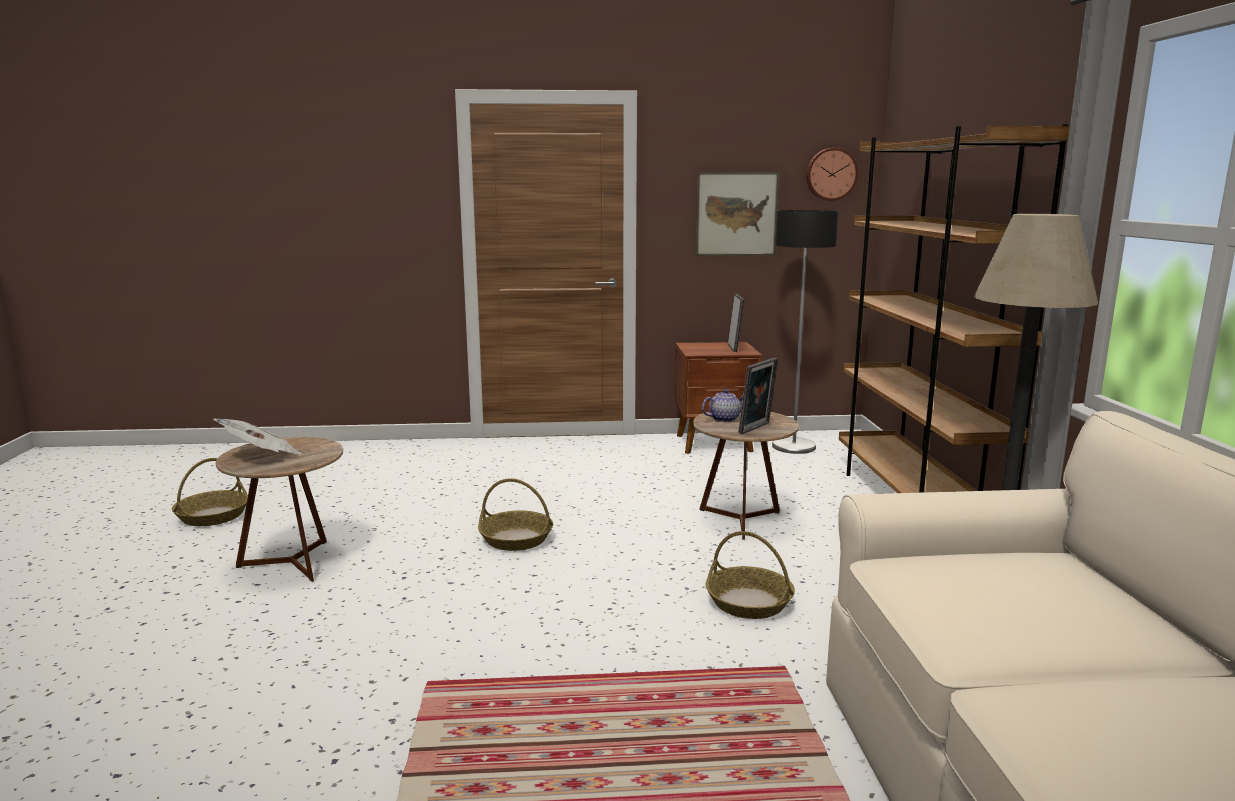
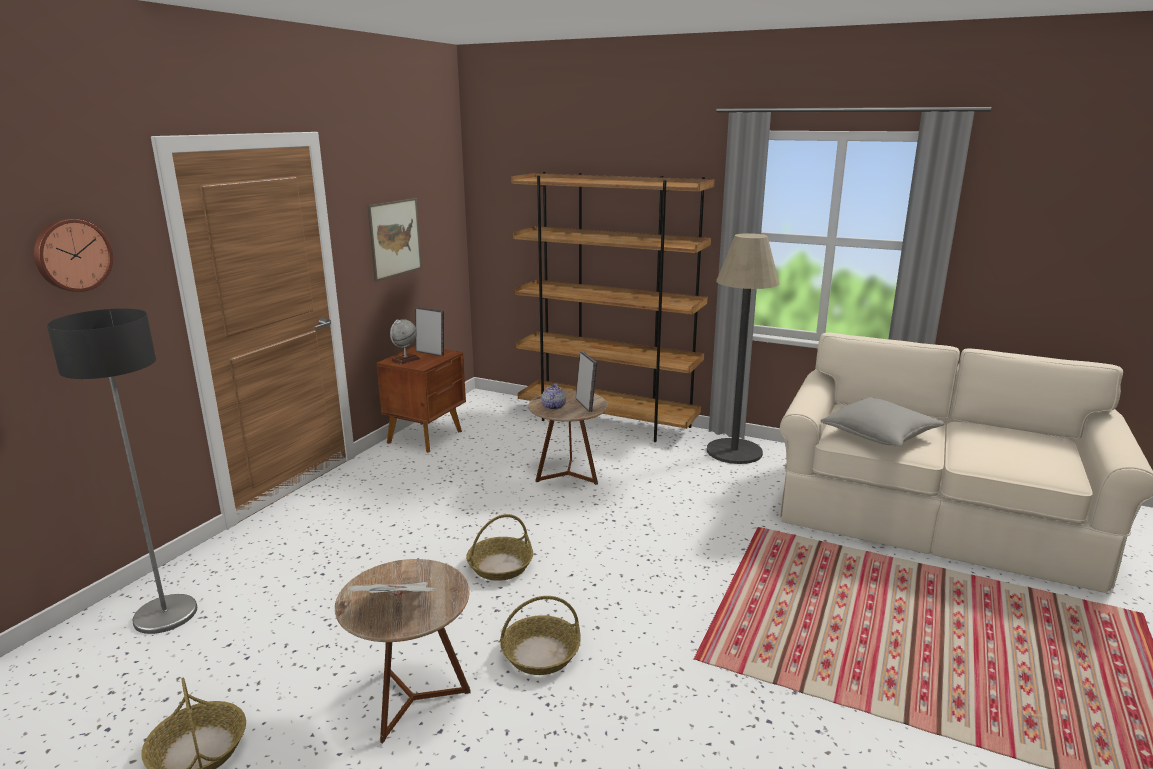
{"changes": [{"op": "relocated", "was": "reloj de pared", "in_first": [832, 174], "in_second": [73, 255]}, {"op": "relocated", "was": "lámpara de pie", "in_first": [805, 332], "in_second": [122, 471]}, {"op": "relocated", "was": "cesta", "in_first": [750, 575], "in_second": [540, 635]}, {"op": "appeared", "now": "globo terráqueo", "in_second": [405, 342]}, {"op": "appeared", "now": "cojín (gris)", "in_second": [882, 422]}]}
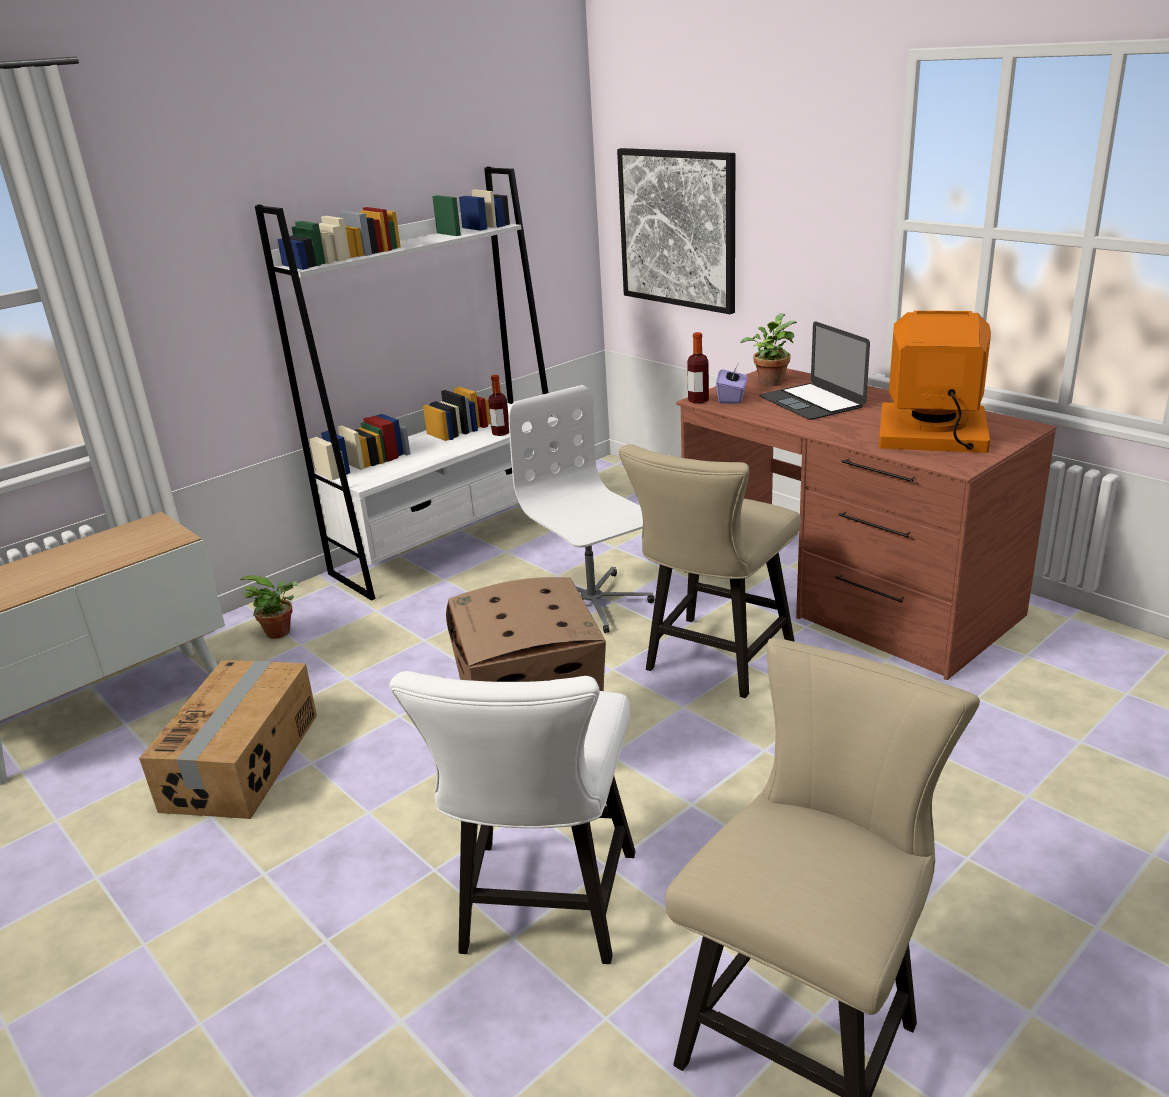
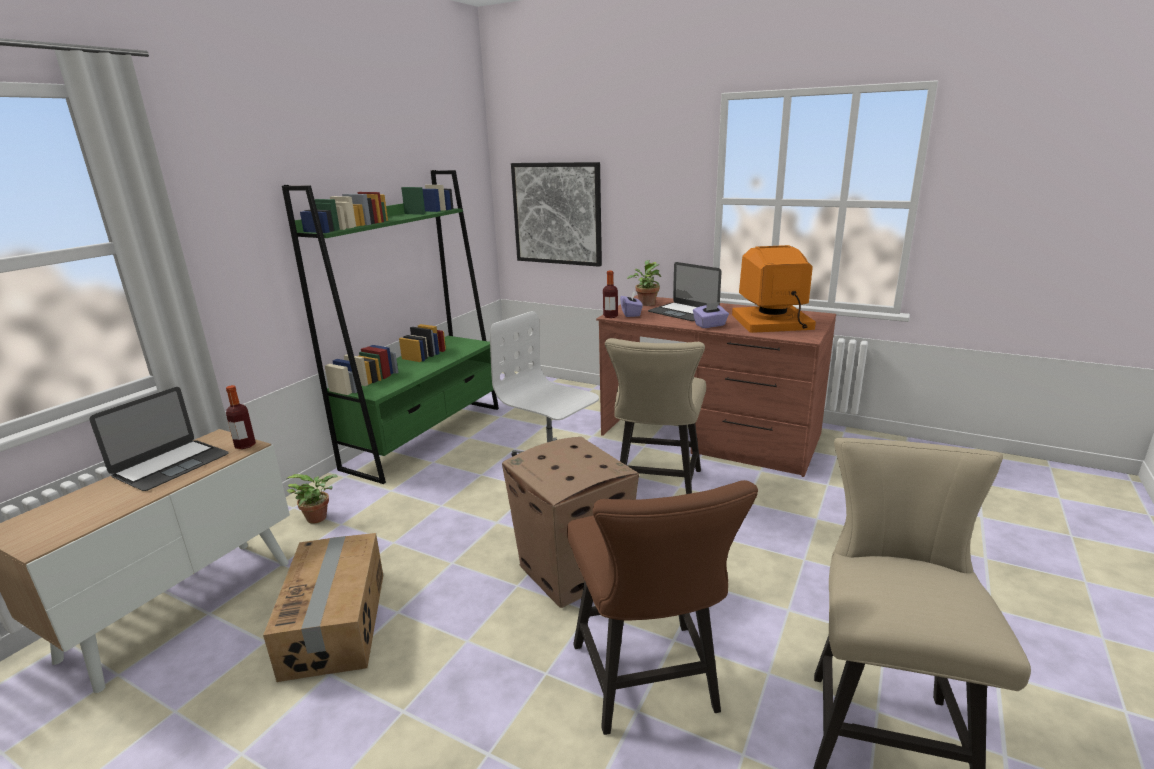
{"changes": [{"op": "colour", "was": "estantería (blanco)", "now": "estantería (verde)", "in_first": [407, 384], "in_second": [390, 327]}, {"op": "relocated", "was": "botella", "in_first": [498, 405], "in_second": [241, 417]}, {"op": "colour", "was": "silla (blanco)", "now": "silla (marrón)", "in_first": [512, 817], "in_second": [662, 607]}, {"op": "appeared", "now": "caja de pañuelos (morado)", "in_second": [711, 315]}, {"op": "appeared", "now": "portátil", "in_second": [159, 439]}]}
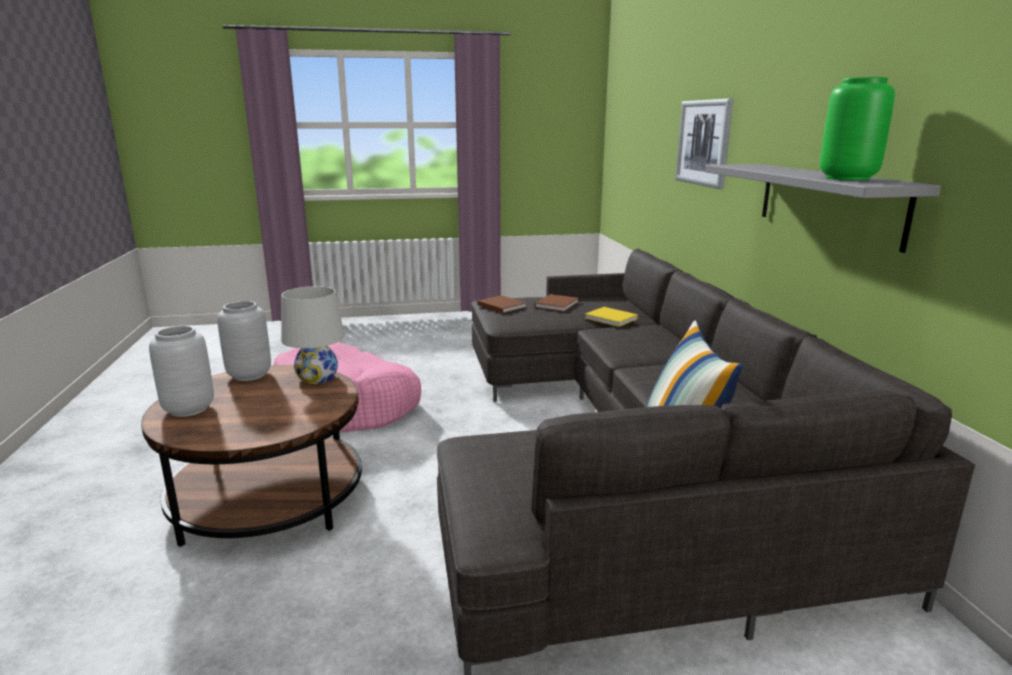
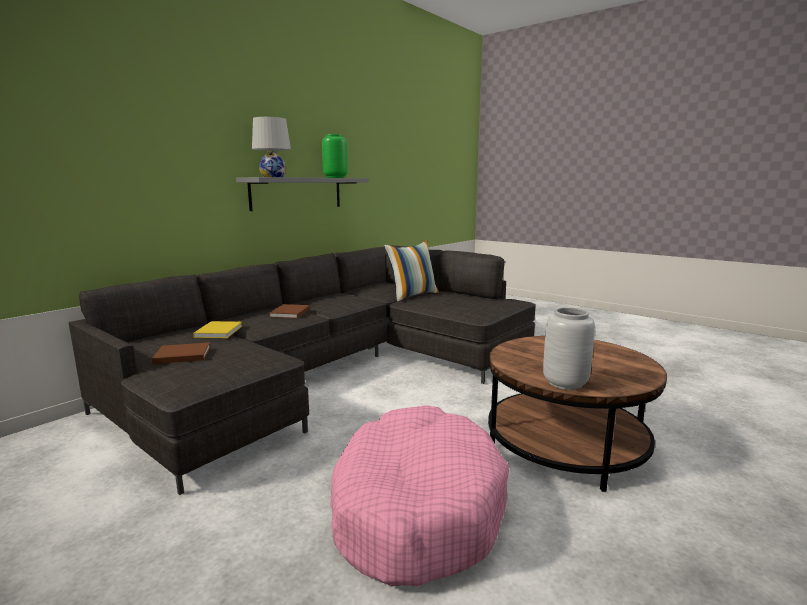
{"changes": [{"op": "missing", "was": "cuadro", "in_first": [704, 143]}, {"op": "relocated", "was": "lámpara de mesa (blanco)", "in_first": [313, 335], "in_second": [271, 147]}, {"op": "relocated", "was": "libro (marrón)", "in_first": [502, 304], "in_second": [290, 311]}, {"op": "missing", "was": "florero (gris)", "in_first": [181, 371]}]}
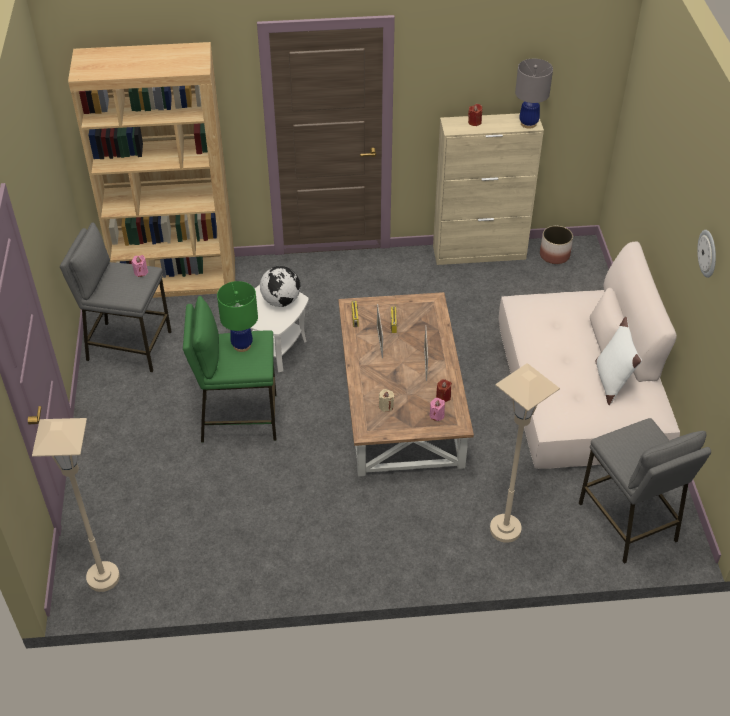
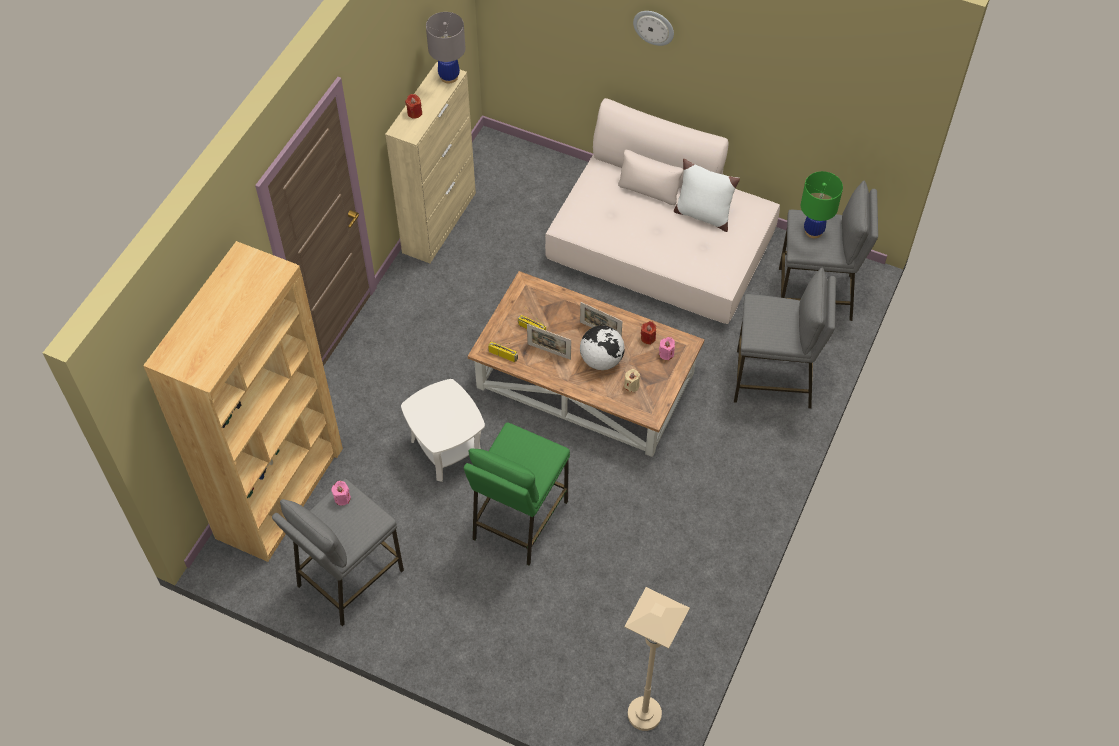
{"changes": [{"op": "missing", "was": "maceta", "in_first": [556, 245]}, {"op": "relocated", "was": "reloj de pared", "in_first": [706, 254], "in_second": [653, 28]}, {"op": "relocated", "was": "globo terráqueo", "in_first": [280, 286], "in_second": [602, 347]}, {"op": "relocated", "was": "lámpara de mesa (verde)", "in_first": [237, 316], "in_second": [822, 204]}, {"op": "exchanged", "was": "lámpara de pie (beis)", "now": "taburete (gris)", "in_first": [525, 453], "in_second": [785, 338]}]}
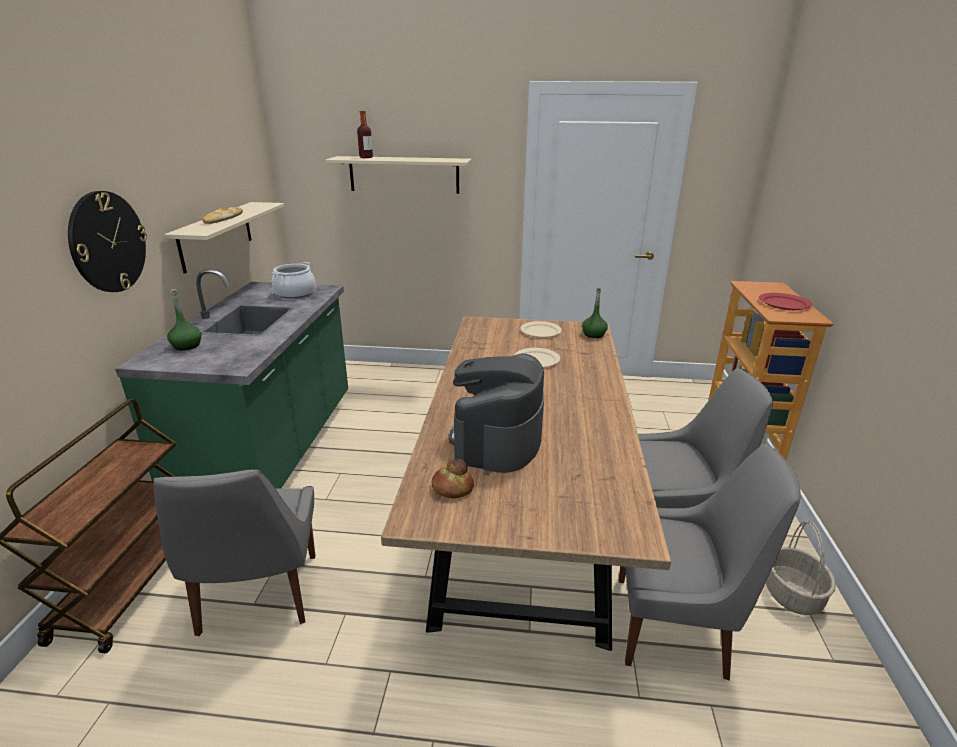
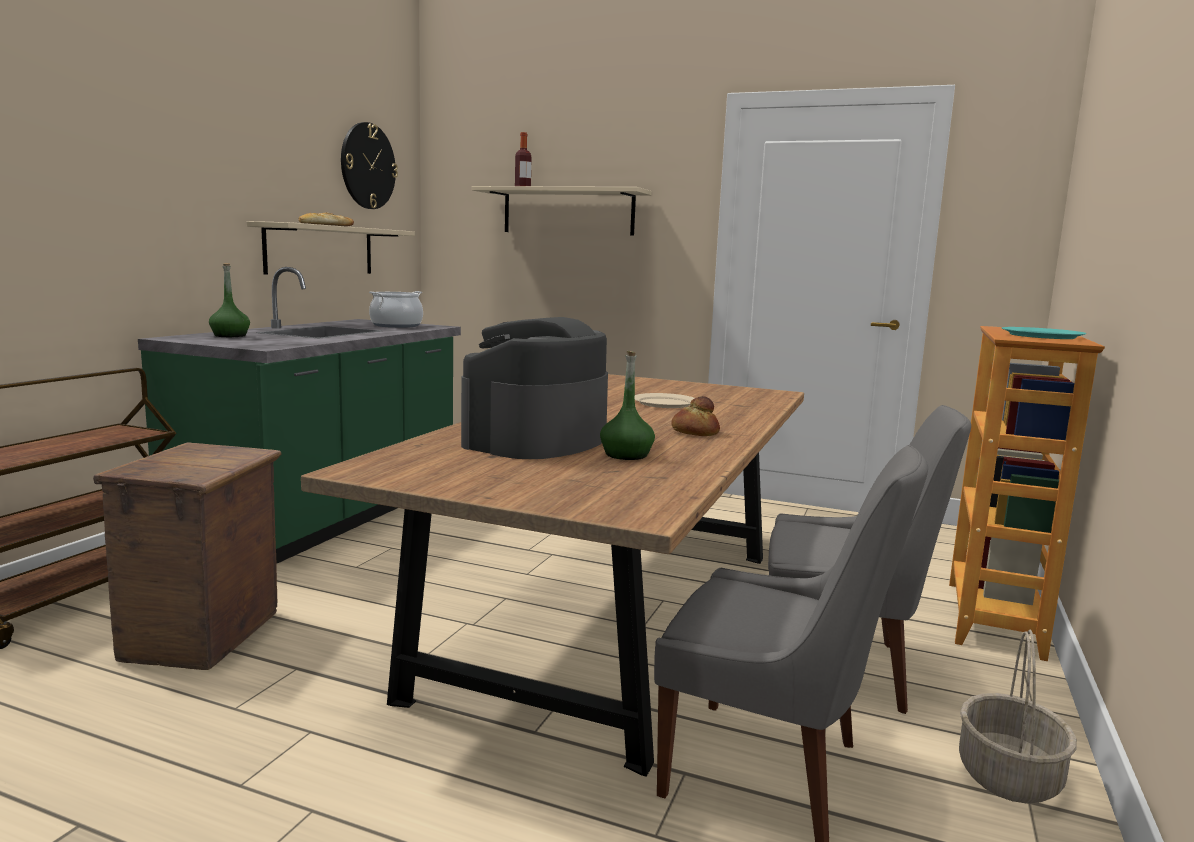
{"changes": [{"op": "relocated", "was": "reloj de pared", "in_first": [107, 241], "in_second": [369, 165]}, {"op": "relocated", "was": "botella (verde)", "in_first": [595, 313], "in_second": [627, 405]}, {"op": "colour", "was": "plato (rojo)", "now": "plato (turquesa)", "in_first": [786, 301], "in_second": [1044, 333]}, {"op": "missing", "was": "plato (beis)", "in_first": [541, 329]}, {"op": "relocated", "was": "pan", "in_first": [453, 478], "in_second": [695, 416]}, {"op": "exchanged", "was": "silla (gris)", "now": "caja de embalaje", "in_first": [234, 553], "in_second": [187, 556]}]}
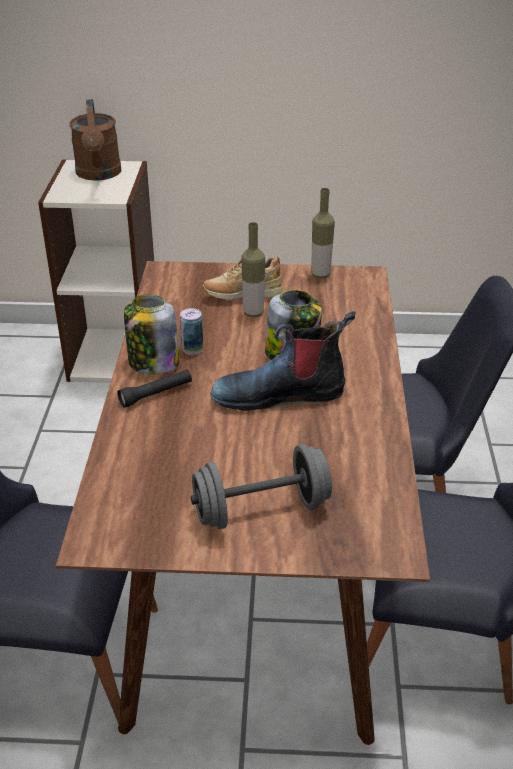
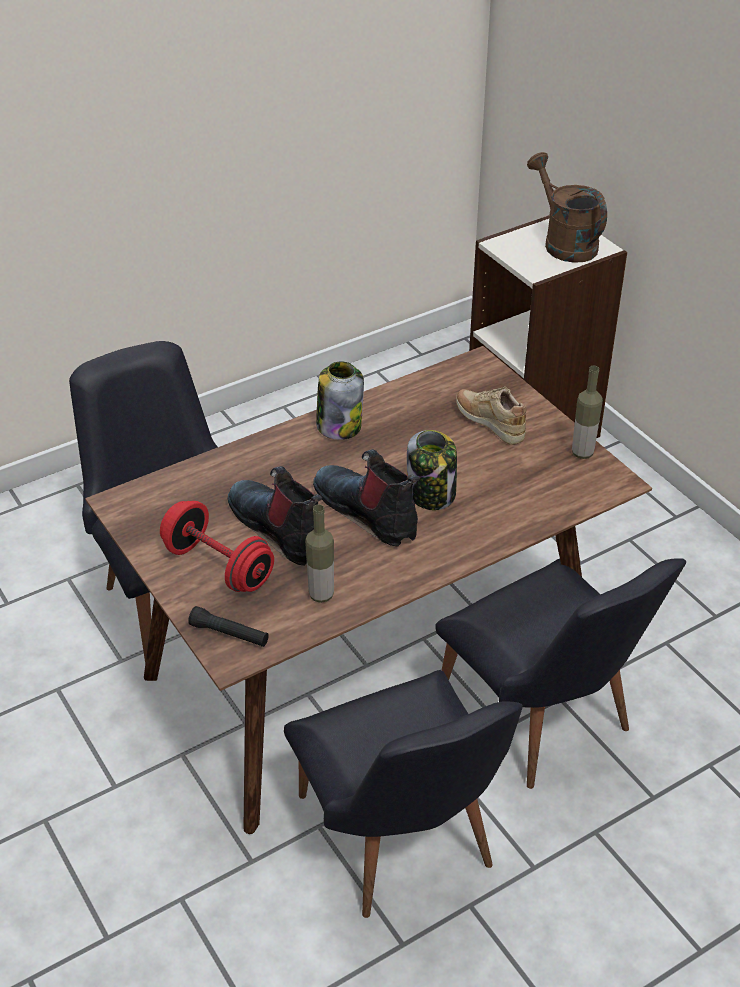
{"changes": [{"op": "spun", "was": "regadera (marrón)", "in_first": [96, 140], "in_second": [567, 207], "clockwise": 105}, {"op": "relocated", "was": "botella", "in_first": [253, 269], "in_second": [319, 553]}, {"op": "missing", "was": "lata", "in_first": [191, 331]}, {"op": "relocated", "was": "linterna (negro)", "in_first": [155, 389], "in_second": [228, 626]}, {"op": "colour", "was": "mancuerna (gris)", "now": "mancuerna (rojo)", "in_first": [261, 486], "in_second": [217, 546]}, {"op": "appeared", "now": "bota", "in_second": [275, 516]}]}
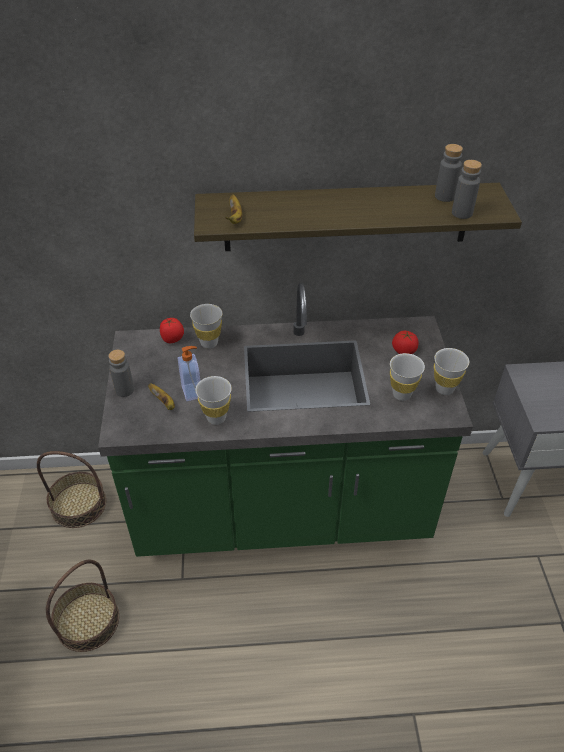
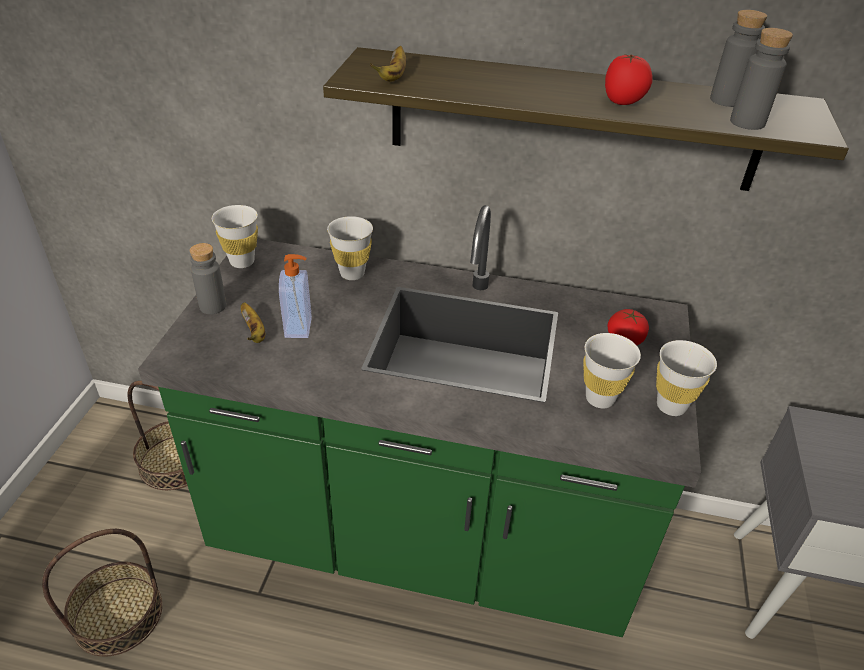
{"changes": [{"op": "relocated", "was": "tomate", "in_first": [172, 330], "in_second": [629, 79]}, {"op": "relocated", "was": "taza (blanco)", "in_first": [214, 400], "in_second": [235, 236]}]}
